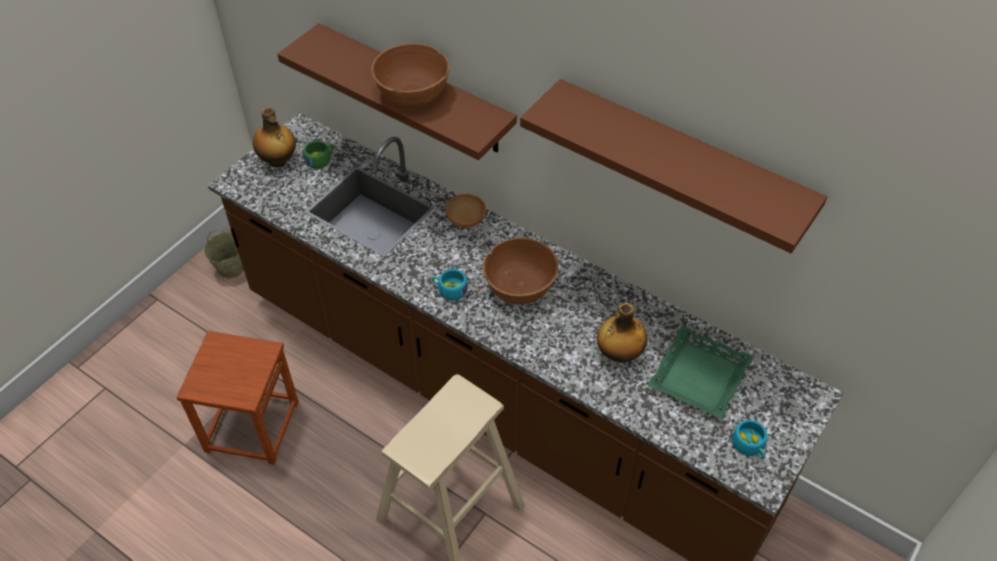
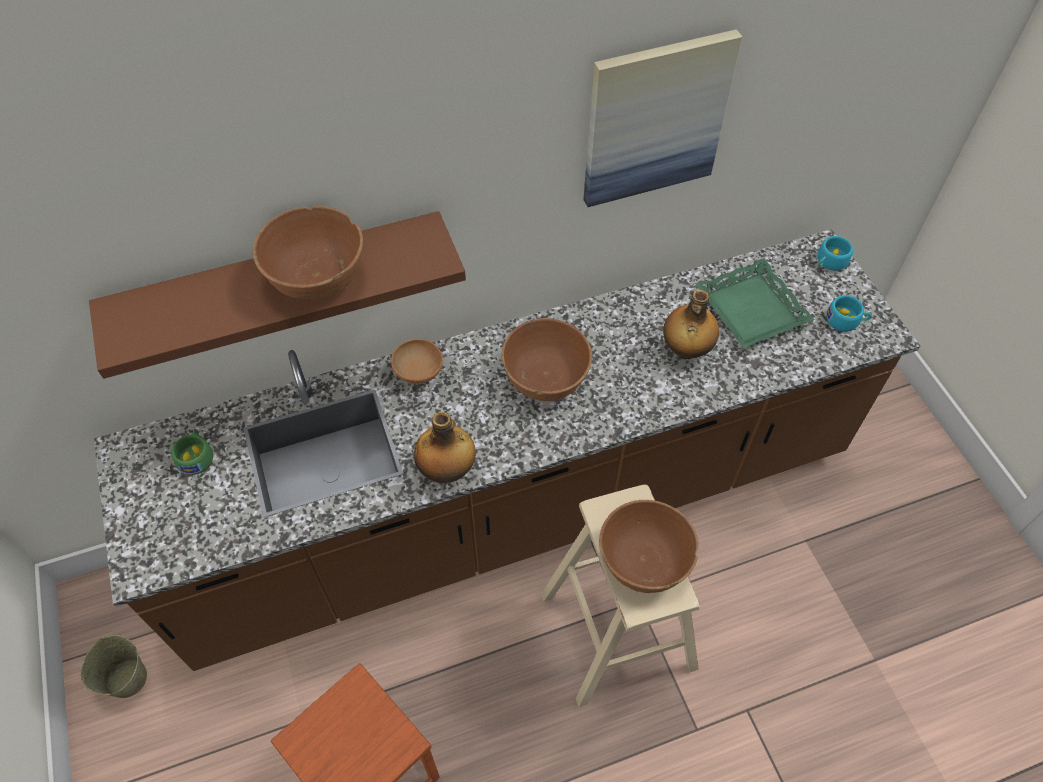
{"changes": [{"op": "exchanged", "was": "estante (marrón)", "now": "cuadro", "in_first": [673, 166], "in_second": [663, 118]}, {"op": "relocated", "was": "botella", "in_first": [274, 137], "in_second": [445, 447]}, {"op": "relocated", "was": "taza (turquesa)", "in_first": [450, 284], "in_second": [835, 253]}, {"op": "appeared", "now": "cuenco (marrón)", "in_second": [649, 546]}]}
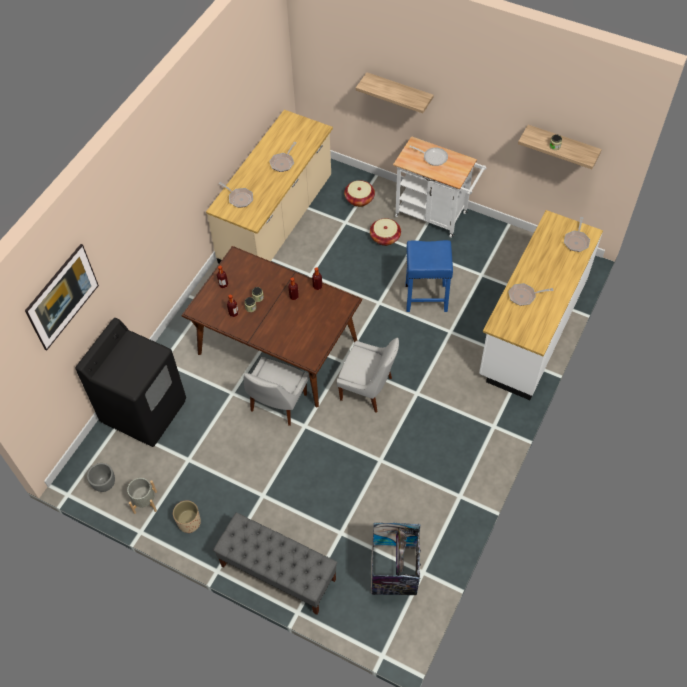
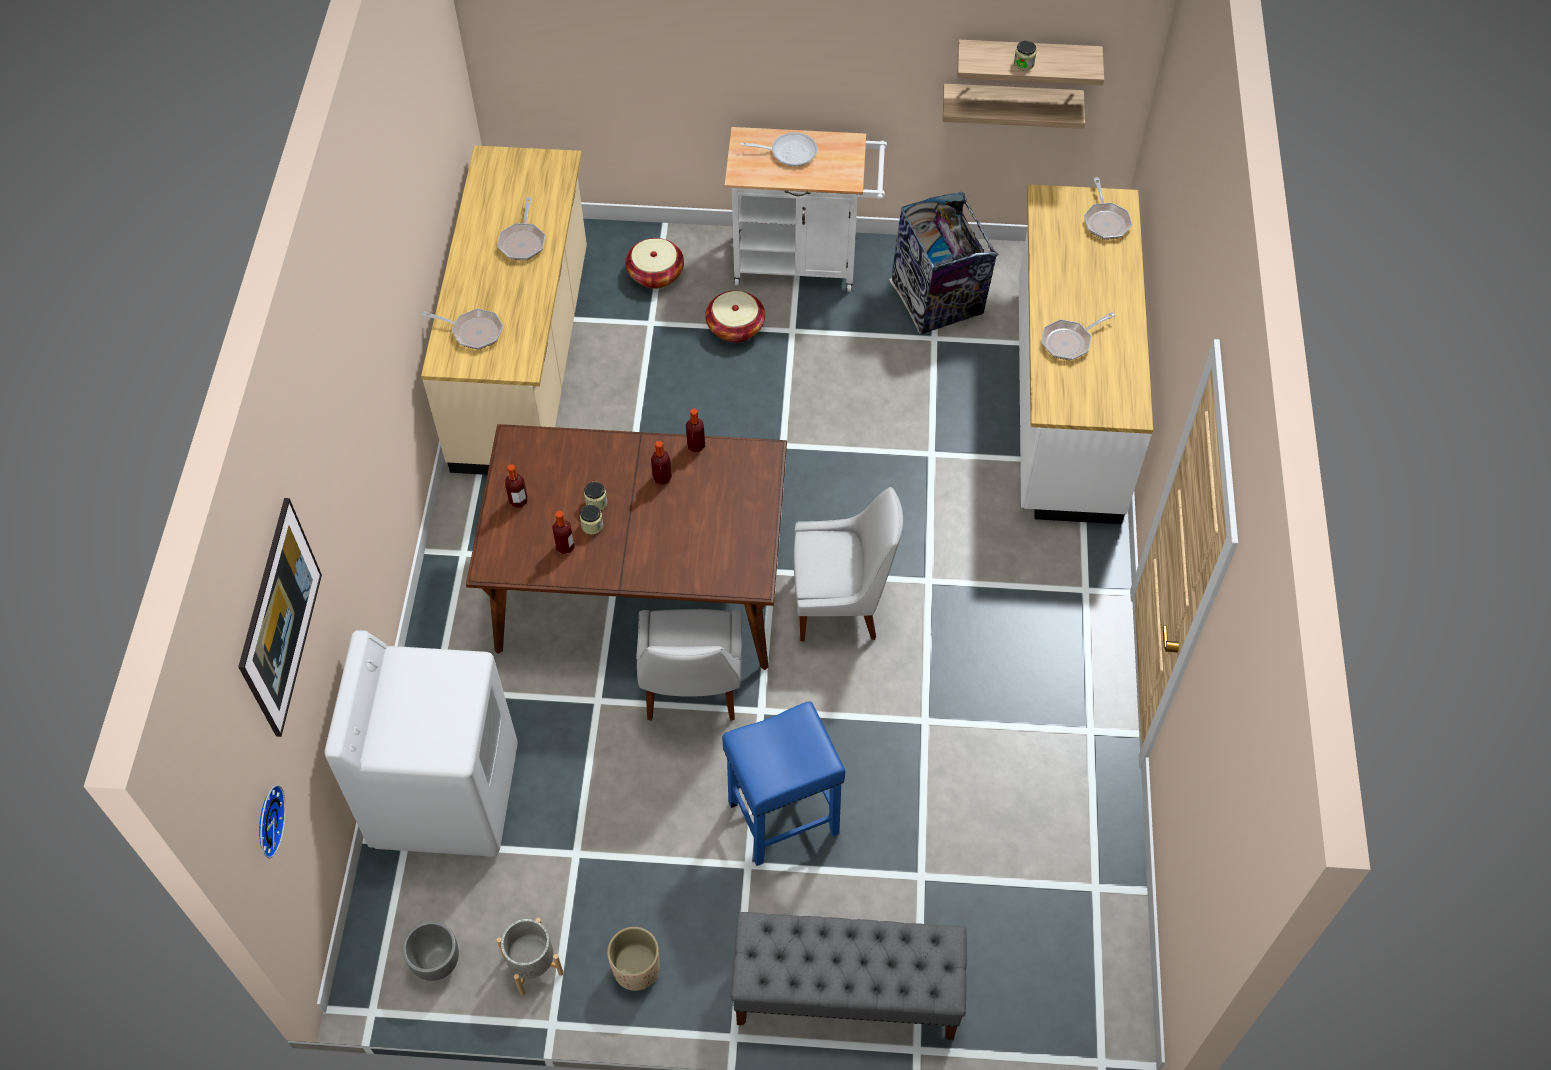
{"changes": [{"op": "relocated", "was": "estante", "in_first": [395, 92], "in_second": [1014, 106]}, {"op": "relocated", "was": "taburete (azul)", "in_first": [429, 276], "in_second": [784, 783]}, {"op": "colour", "was": "lavadora (negro)", "now": "lavadora (blanco)", "in_first": [130, 382], "in_second": [421, 743]}, {"op": "relocated", "was": "papelera", "in_first": [396, 559], "in_second": [944, 263]}, {"op": "appeared", "now": "reloj de pared", "in_second": [272, 822]}]}
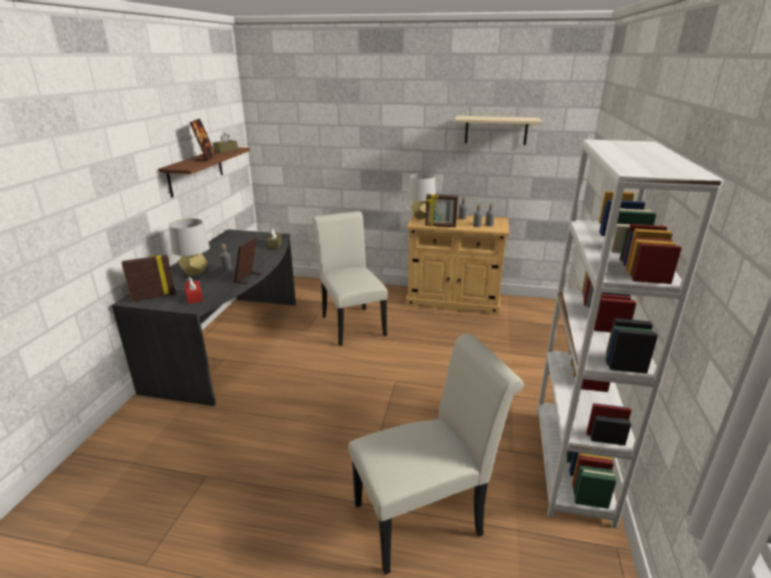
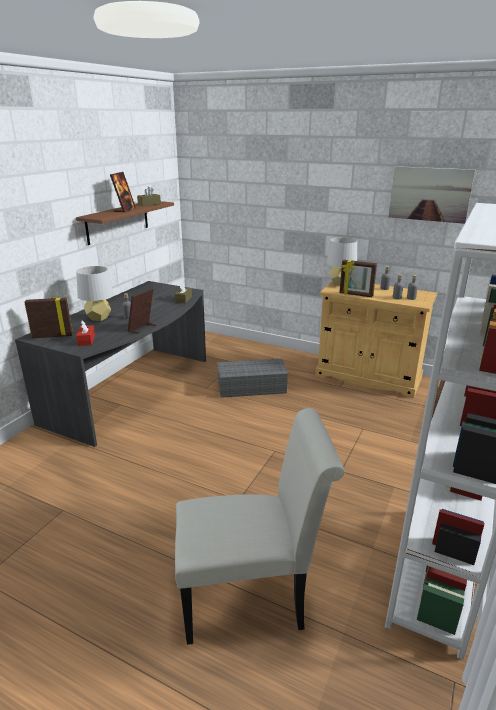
{"changes": [{"op": "exchanged", "was": "estante (beis)", "now": "cuadro", "in_first": [498, 130], "in_second": [431, 195]}, {"op": "exchanged", "was": "silla (blanco)", "now": "caja de almacenaje (gris)", "in_first": [350, 278], "in_second": [252, 378]}]}
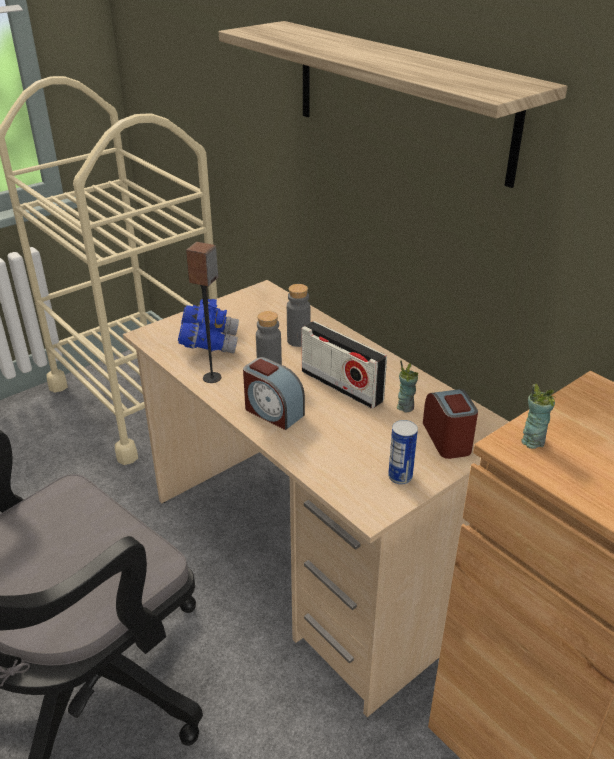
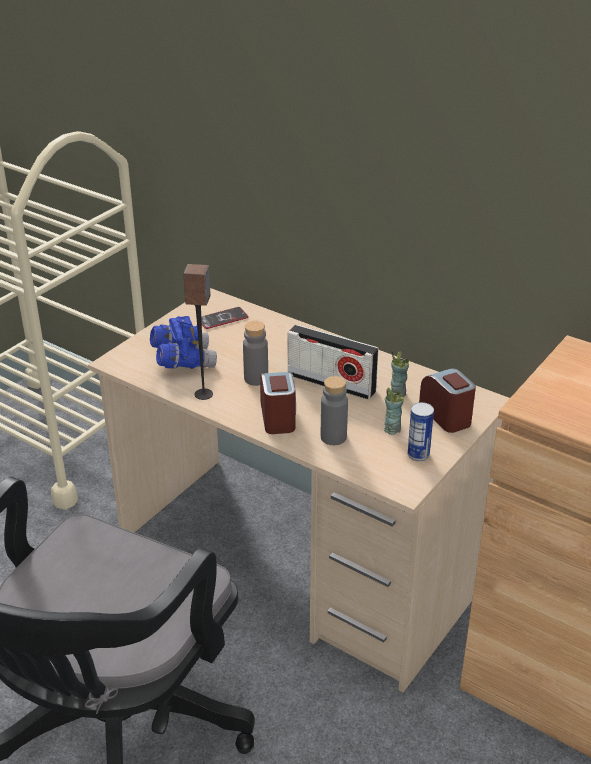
{"changes": [{"op": "missing", "was": "estante", "in_first": [393, 104]}, {"op": "relocated", "was": "botella (gris)", "in_first": [298, 315], "in_second": [334, 410]}, {"op": "spun", "was": "despertador", "in_first": [274, 393], "in_second": [278, 403], "clockwise": -120}, {"op": "relocated", "was": "taza", "in_first": [538, 416], "in_second": [394, 411]}, {"op": "appeared", "now": "móvil", "in_second": [224, 318]}]}
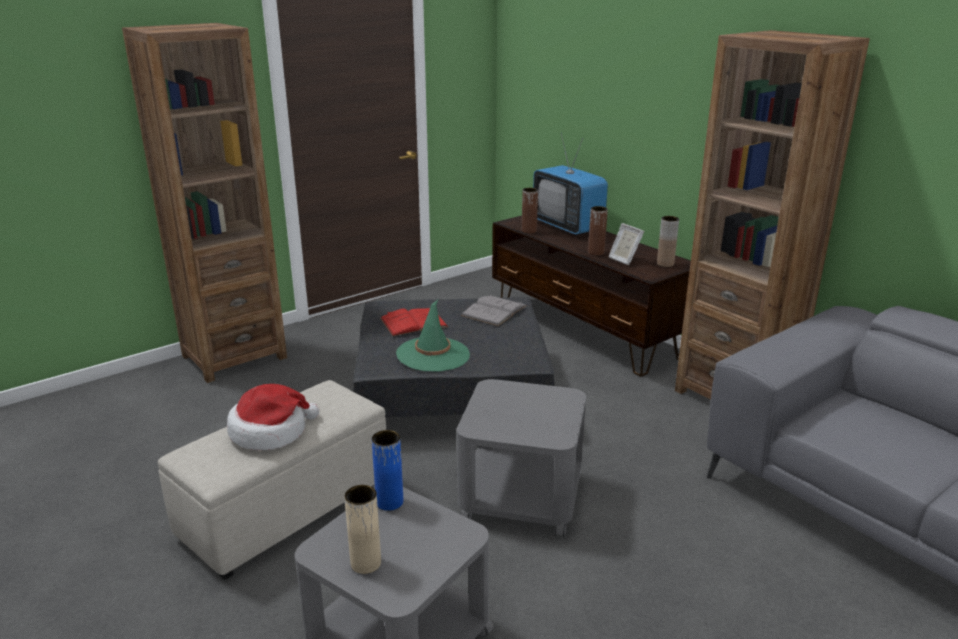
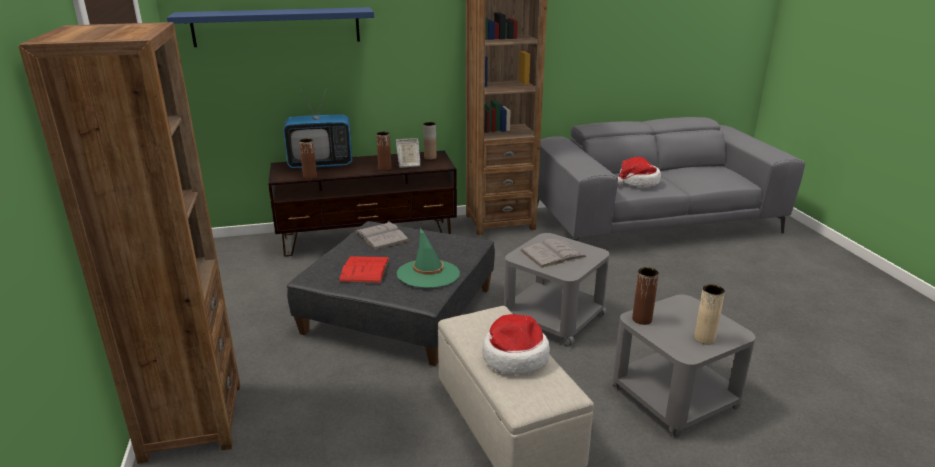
{"changes": [{"op": "colour", "was": "florero (azul)", "now": "florero (marrón)", "in_first": [387, 470], "in_second": [645, 296]}, {"op": "appeared", "now": "estante (azul)", "in_second": [270, 27]}, {"op": "appeared", "now": "sombrero", "in_second": [639, 172]}, {"op": "appeared", "now": "libro (gris)", "in_second": [553, 253]}]}
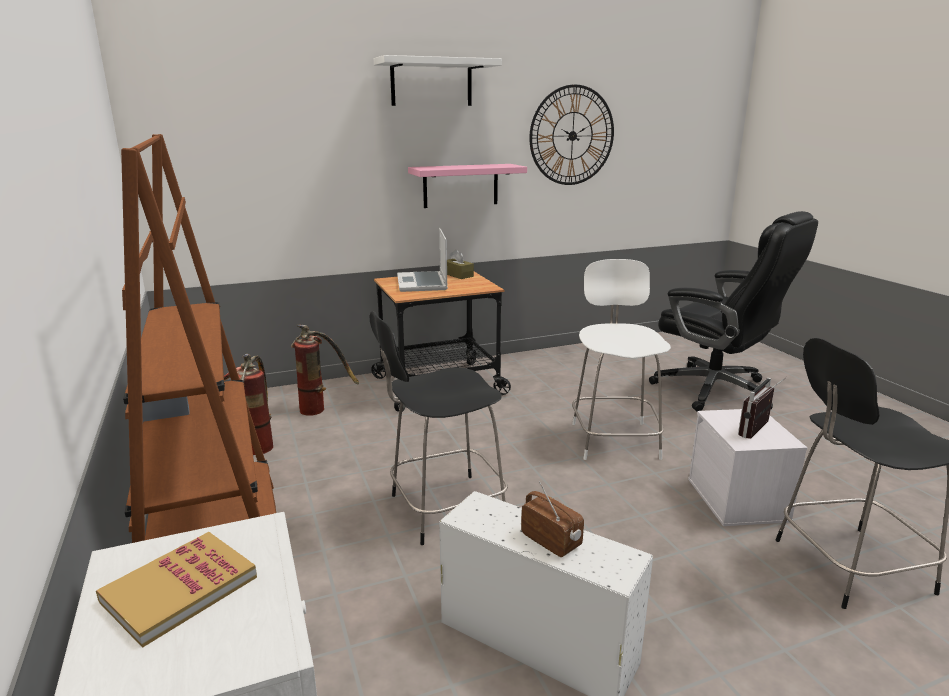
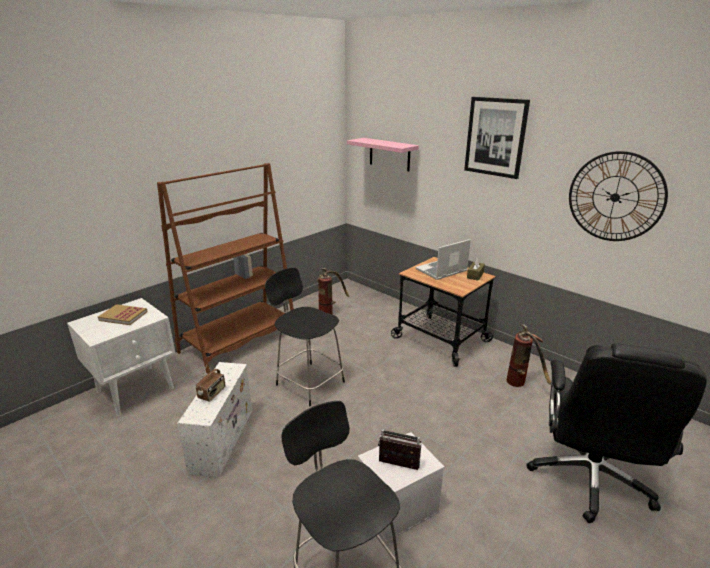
{"changes": [{"op": "exchanged", "was": "estante (blanco)", "now": "cuadro", "in_first": [438, 80], "in_second": [497, 138]}, {"op": "relocated", "was": "estante (rosa)", "in_first": [467, 186], "in_second": [383, 154]}, {"op": "missing", "was": "silla (blanco)", "in_first": [621, 359]}, {"op": "relocated", "was": "extintor", "in_first": [325, 370], "in_second": [528, 355]}]}
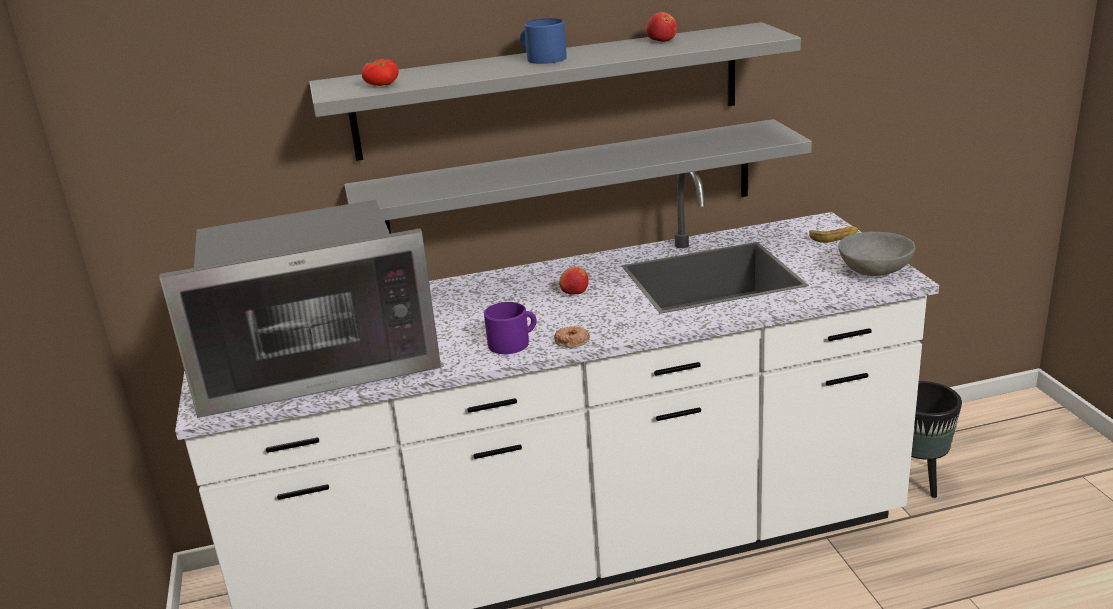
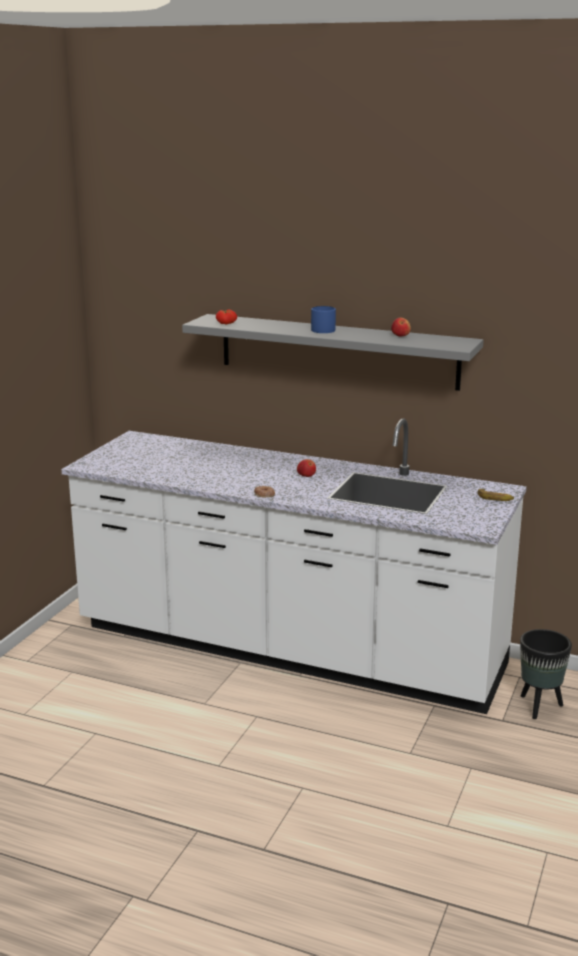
{"changes": [{"op": "missing", "was": "estante (gris)", "in_first": [578, 176]}, {"op": "missing", "was": "microondas", "in_first": [300, 309]}, {"op": "missing", "was": "cuenco (gris)", "in_first": [876, 254]}, {"op": "missing", "was": "taza grande (morado)", "in_first": [510, 328]}]}
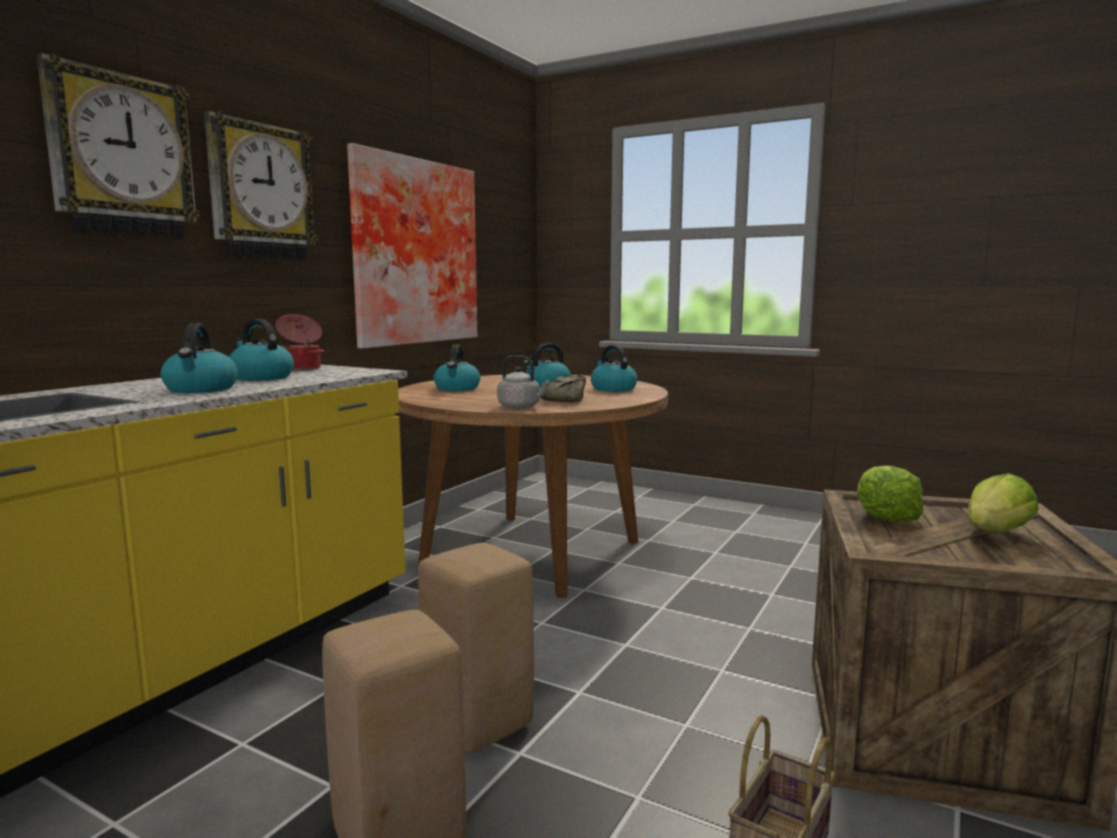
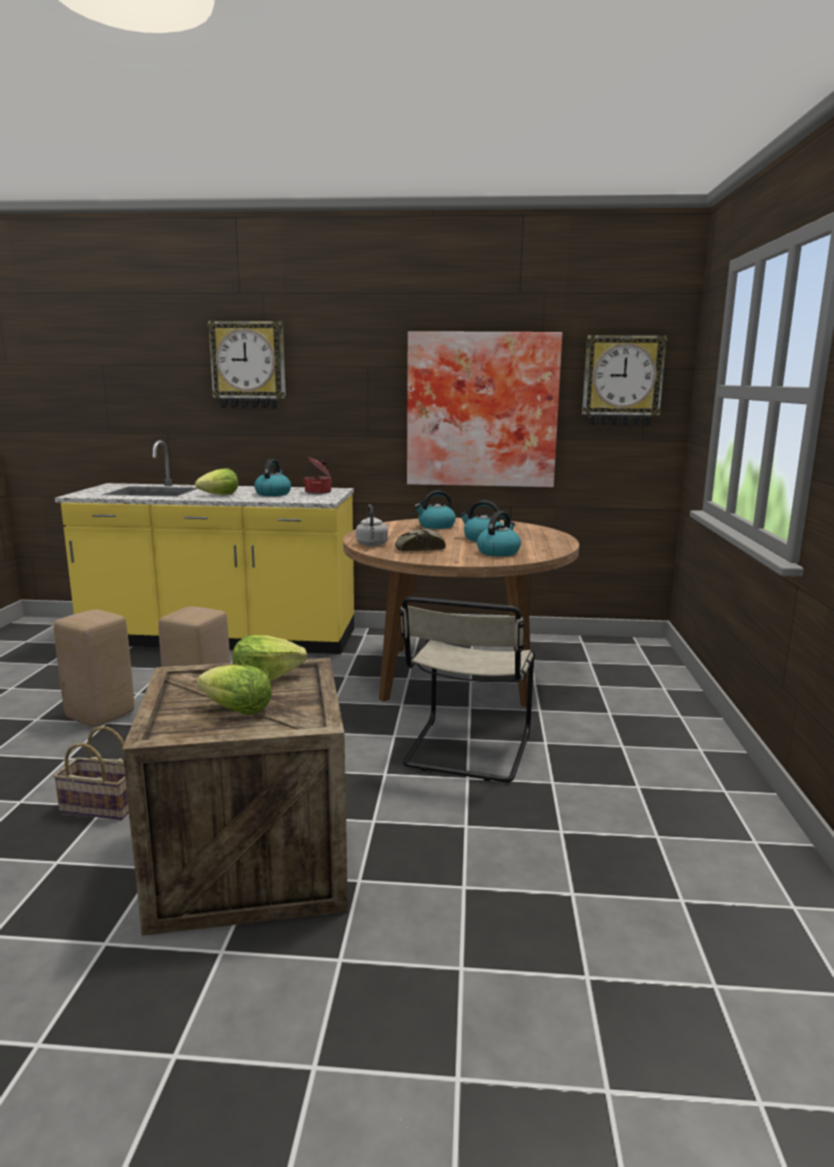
{"changes": [{"op": "relocated", "was": "reloj de pared", "in_first": [261, 185], "in_second": [624, 380]}, {"op": "exchanged", "was": "hervidor", "now": "lechuga", "in_first": [199, 358], "in_second": [216, 482]}, {"op": "appeared", "now": "silla (beis)", "in_second": [467, 689]}]}
